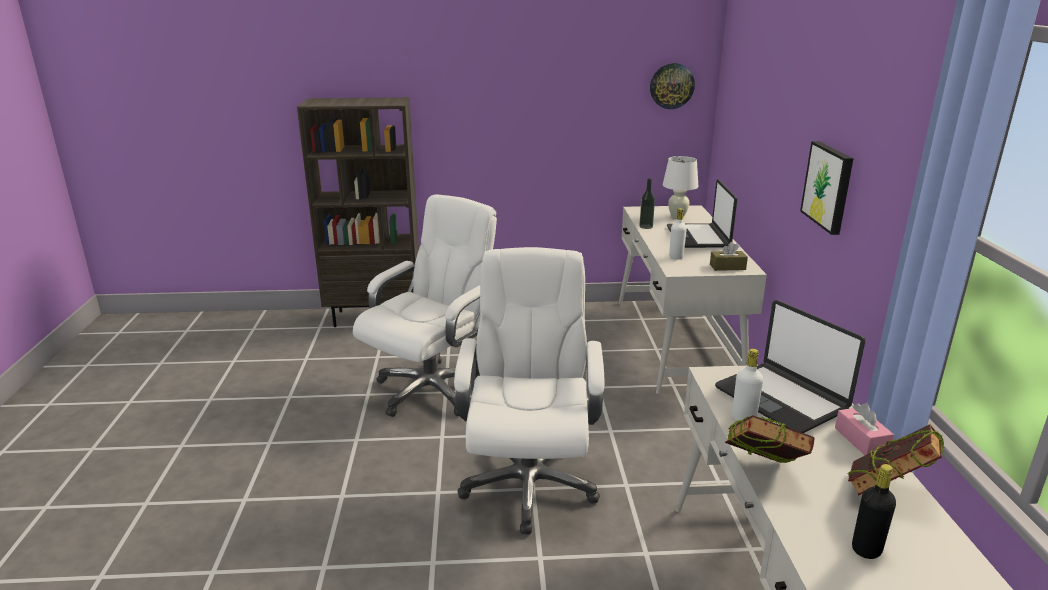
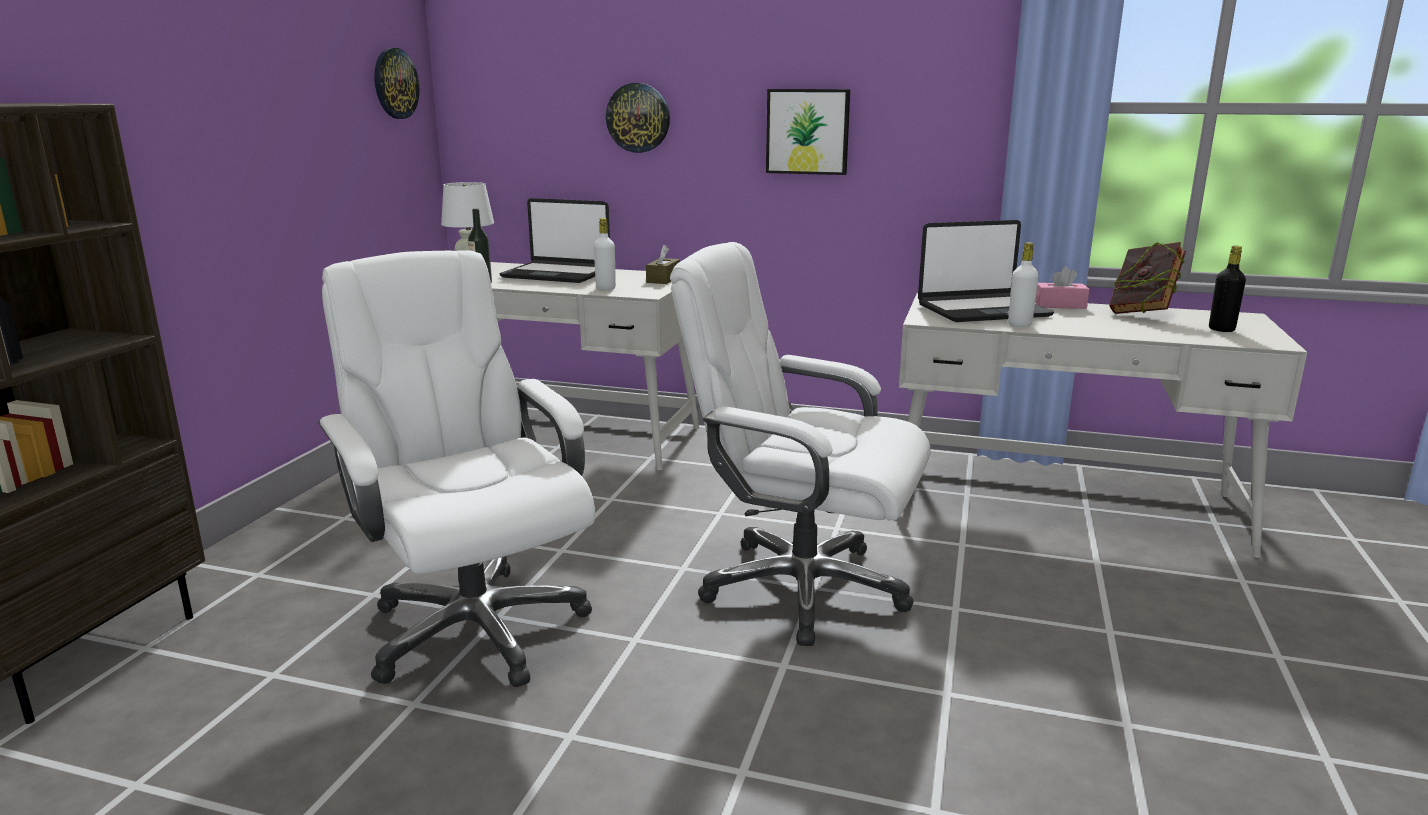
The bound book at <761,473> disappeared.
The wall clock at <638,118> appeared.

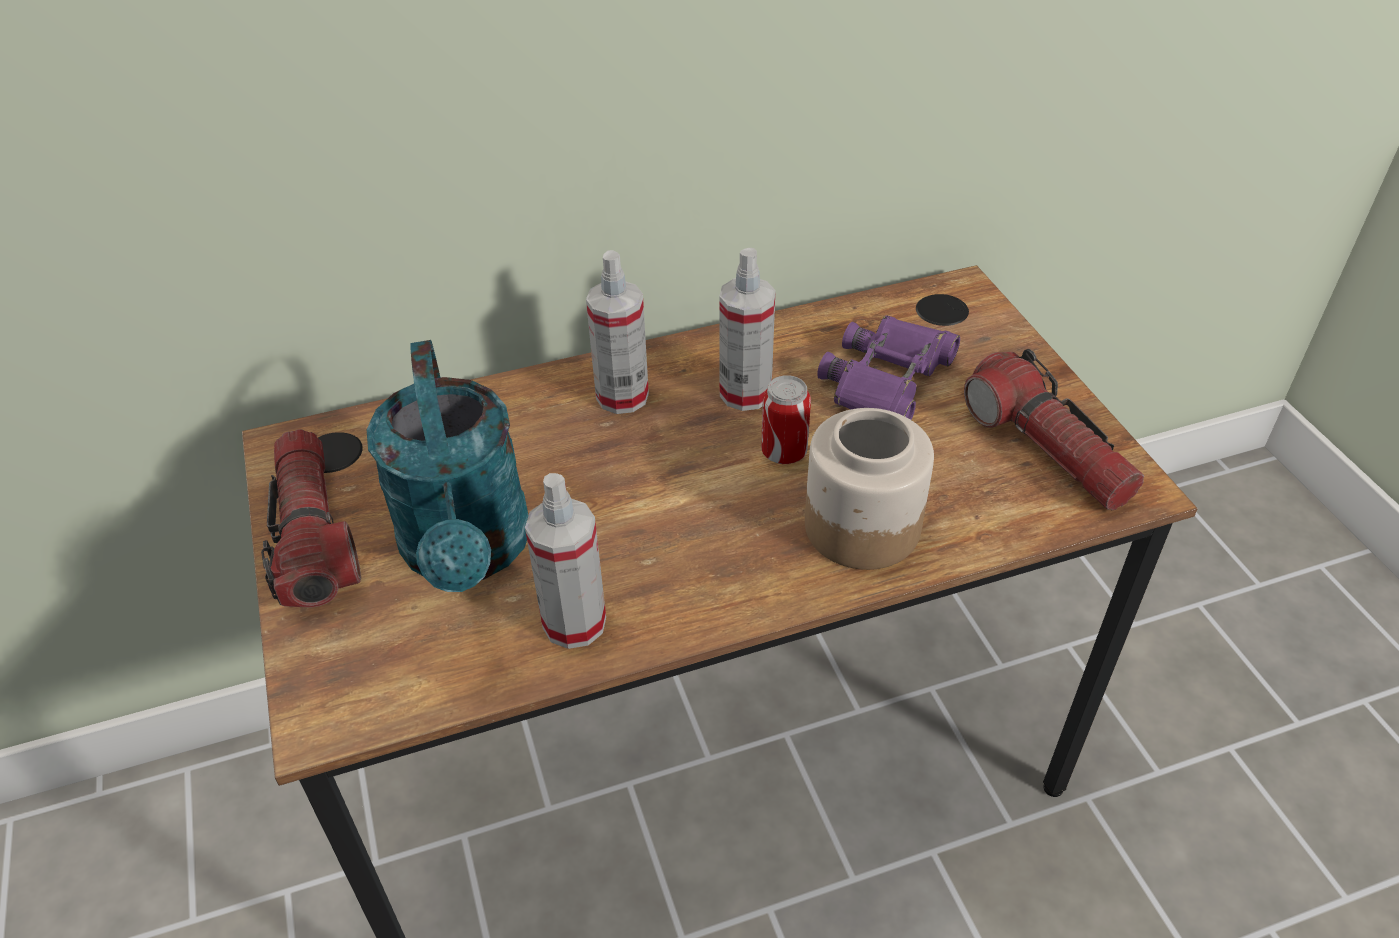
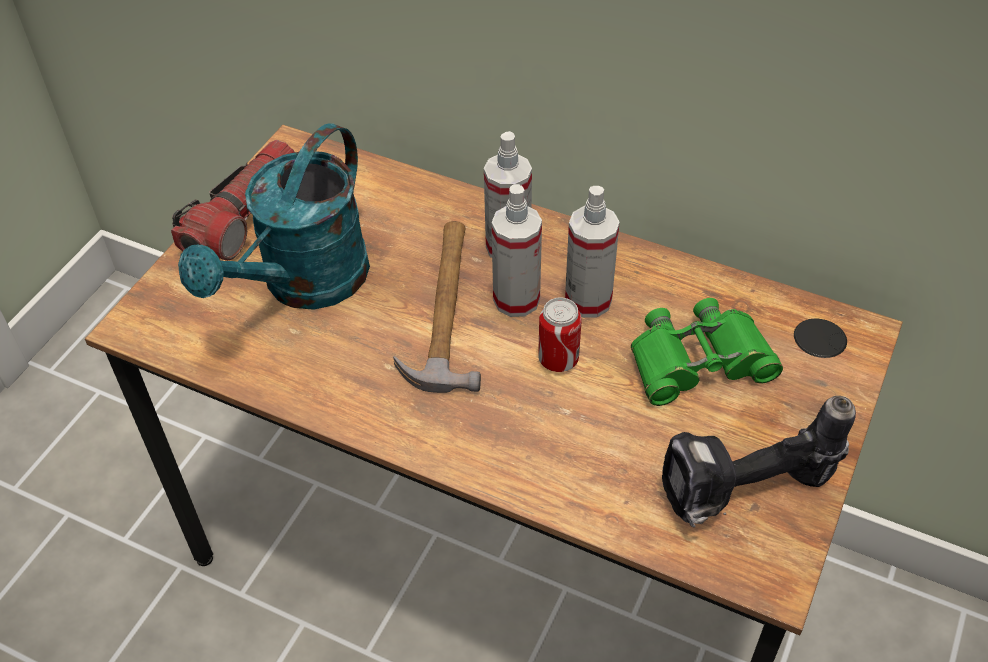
The spray bottle moved from <574,623> to <516,299>.
The jar at <860,526> disappeared.
The purple-coloured pair of binoculars at <887,381> became the green pair of binoculars at <698,361>.
The flashlight at <1047,449> was replaced by the power drill at <746,497>.
The hammer at <445,307> appeared.

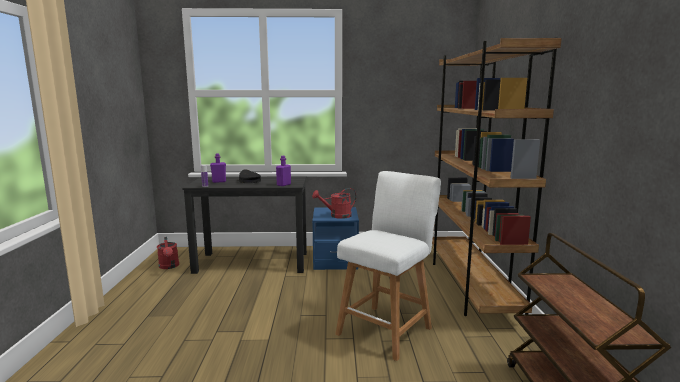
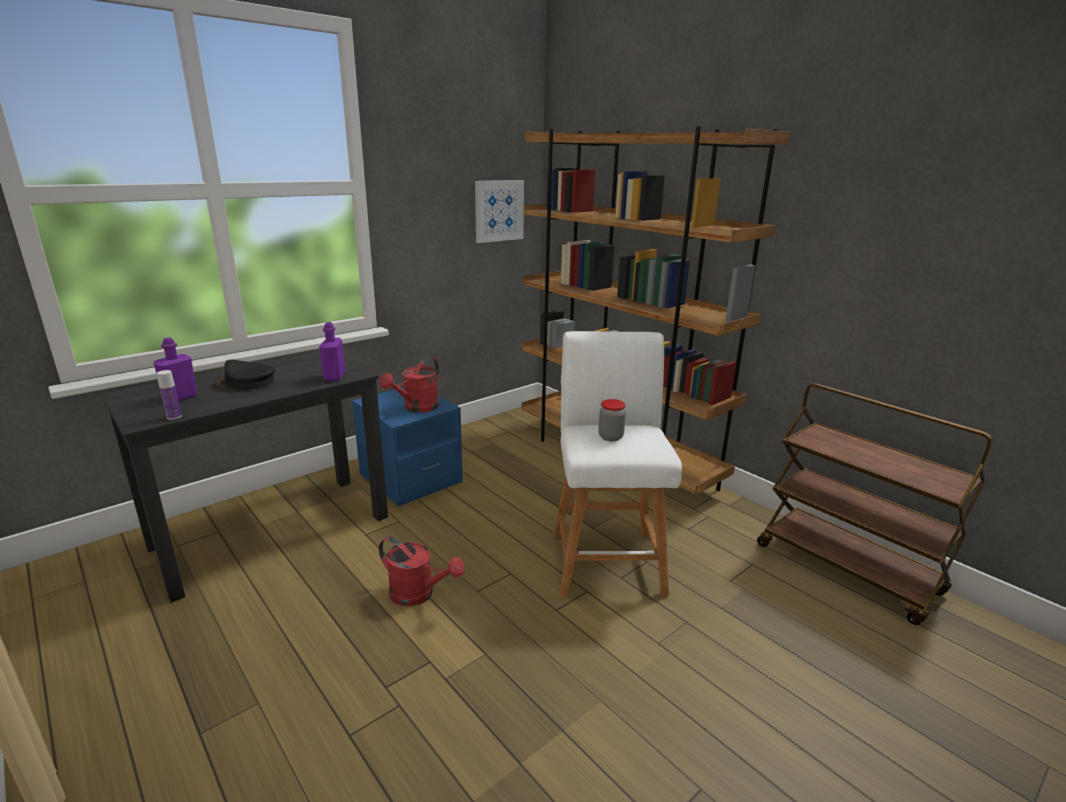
The red-coloured watering can moved from <169,266> to <419,594>.
The wall art at <498,211> appeared.
The jar at <610,437> appeared.

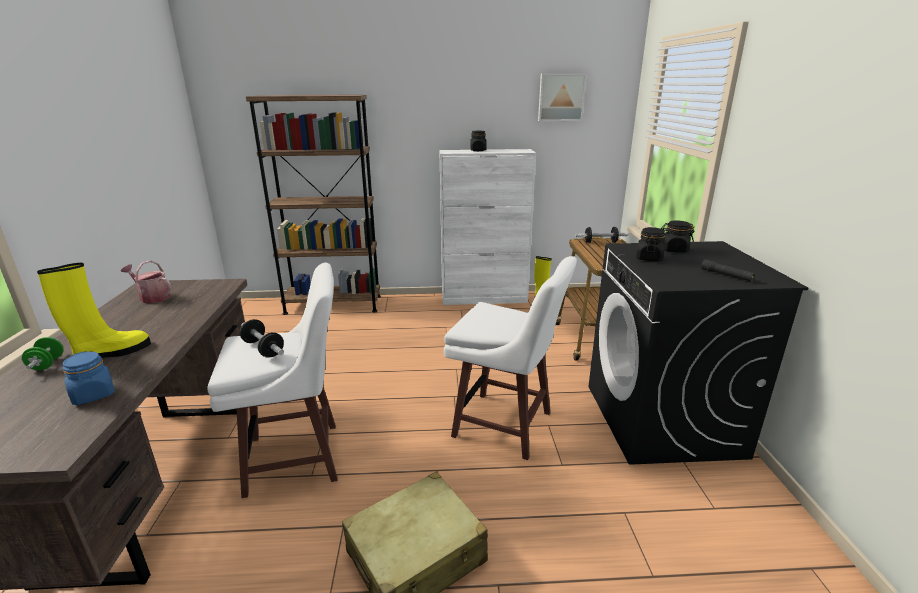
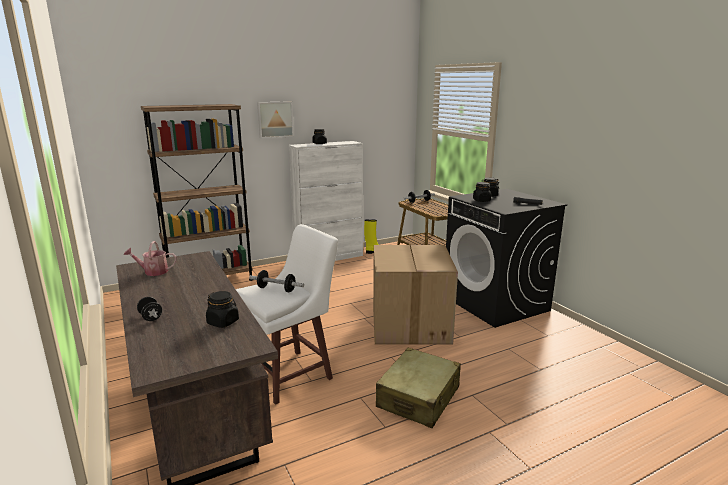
The green hand weight at <47,364> became the blackish hand weight at <150,317>.
The yellowish high-top boot at <112,354> disappeared.
The blue-coloured jar at <93,394> became the blackish jar at <223,322>.
The white-coloured sitting stool at <505,426> was replaced by the cardboard box at <411,326>.
The wall art moved from <561,97> to <275,119>.

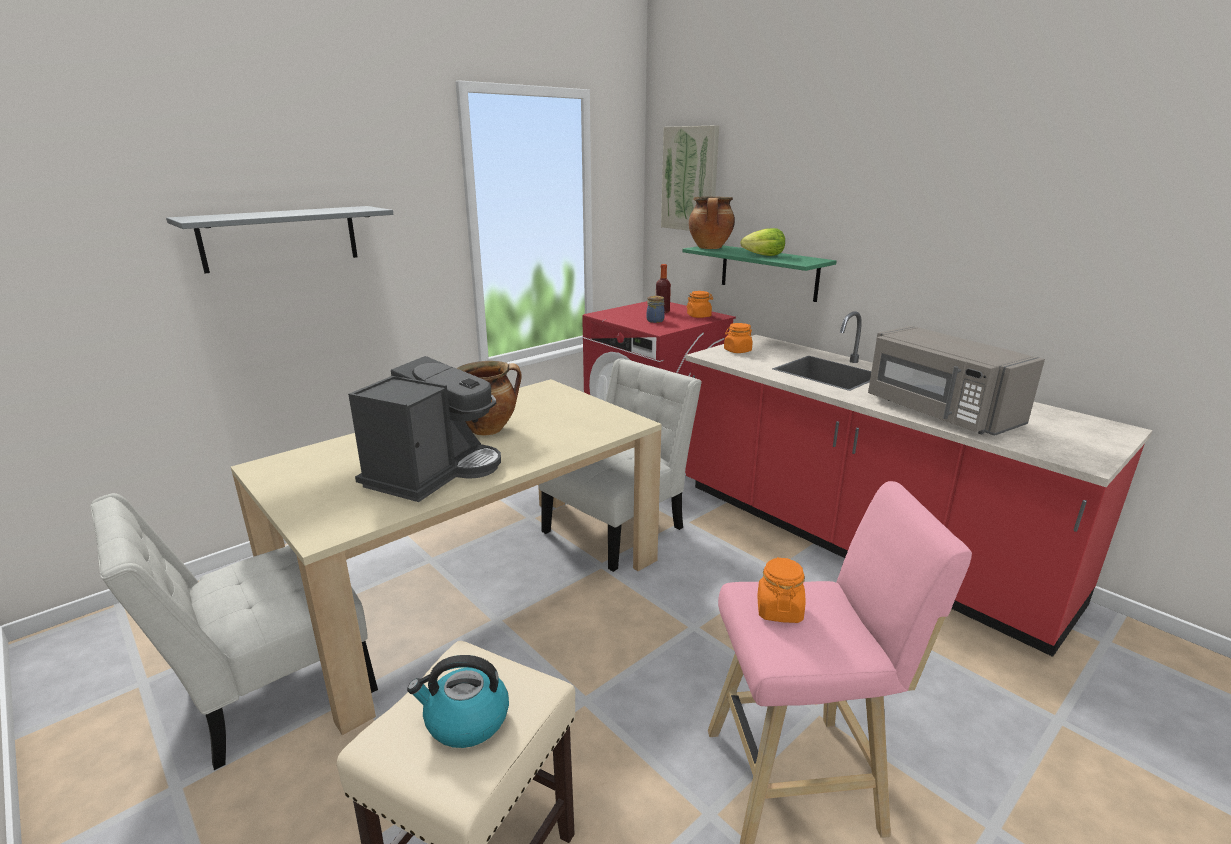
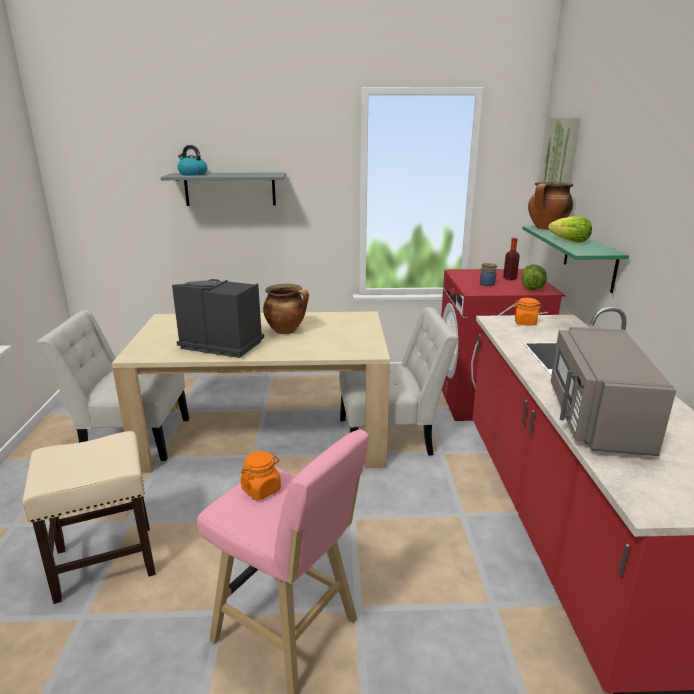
The coffee machine at <433,472> turned 135 degrees counterclockwise.
The tea kettle moved from <465,721> to <192,174>.
The orangey jar at <699,316> was replaced by the lettuce at <532,288>.

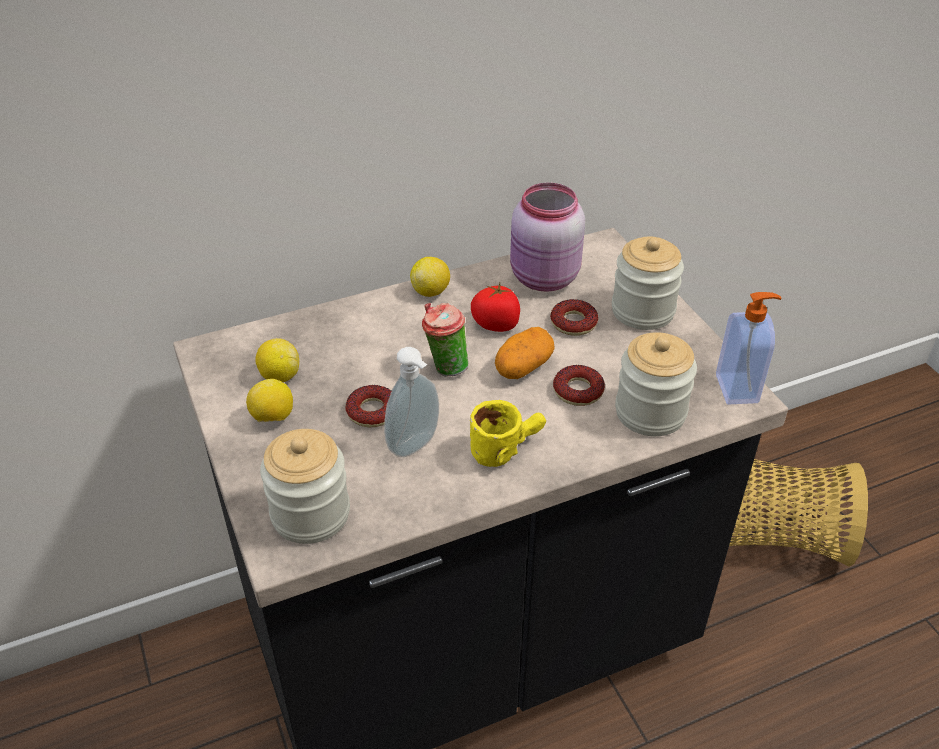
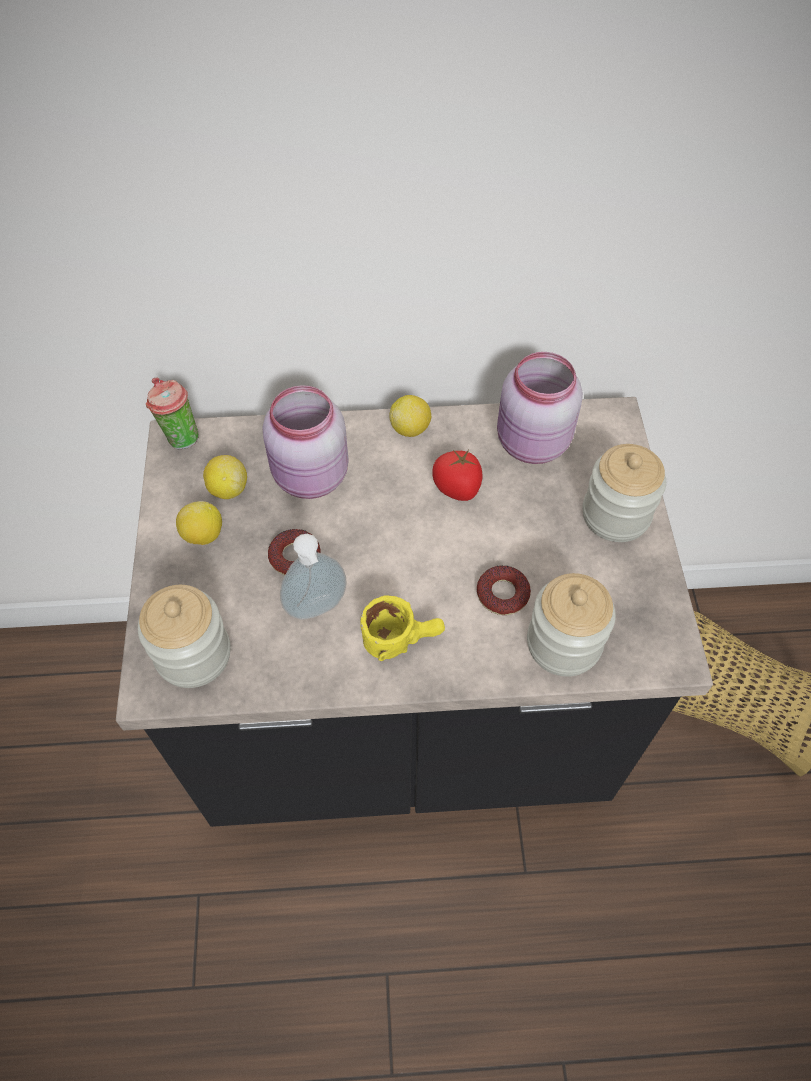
The cup moved from <445,367> to <179,437>.
The potato at <523,367> disappeared.
The donut at <573,323> disappeared.
The soap dispenser at <738,388> disappeared.
The pinkish jar at <310,478> appeared.

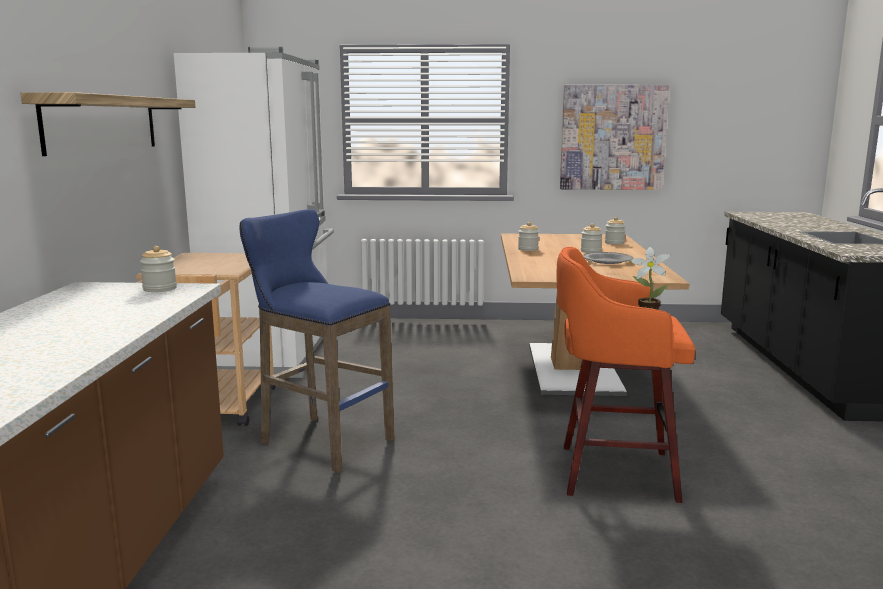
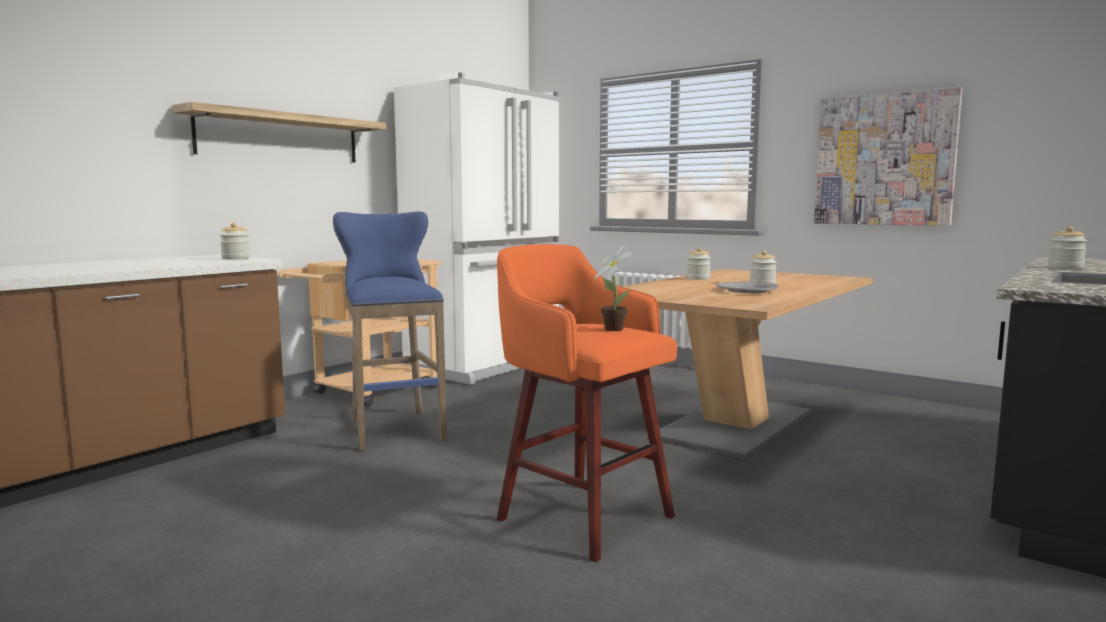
The jar moved from <614,243> to <1065,267>.

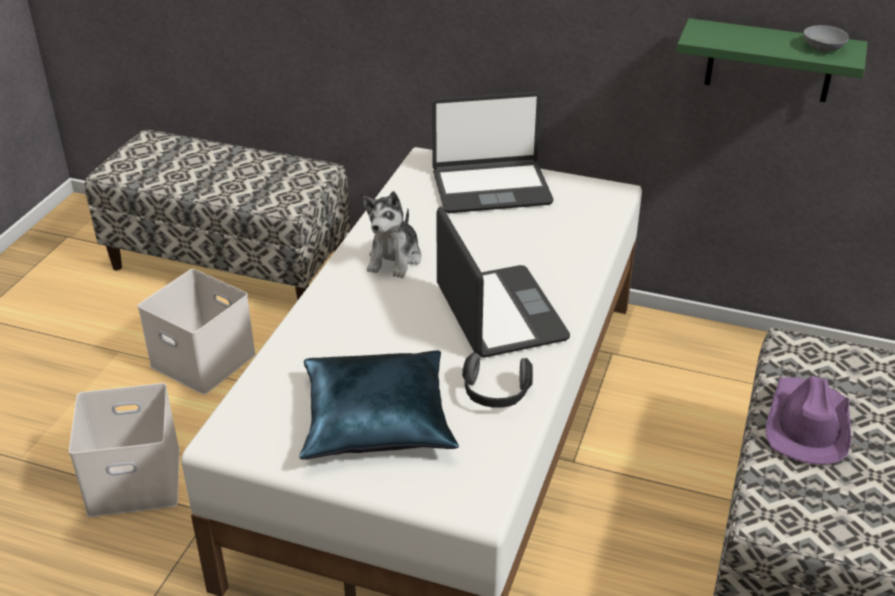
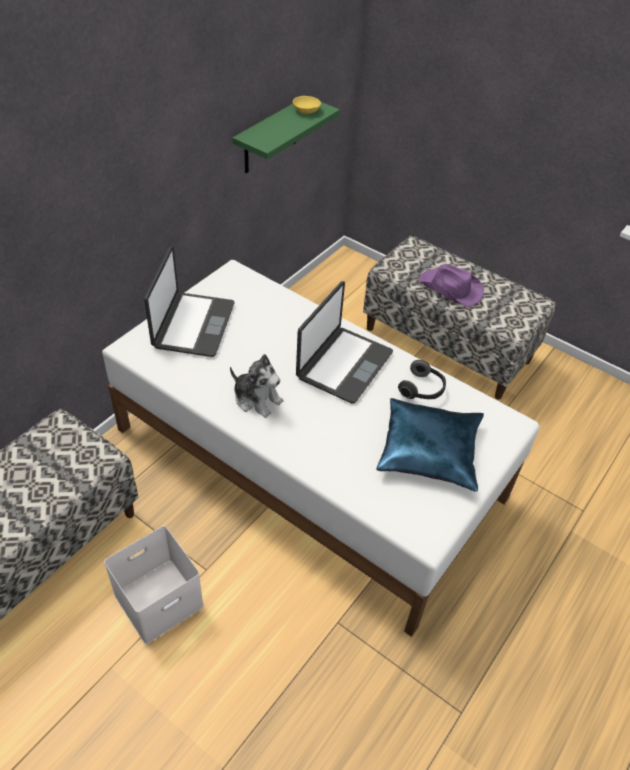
The white-coloured storage box at <136,478> disappeared.
The laptop at <499,313> turned 120 degrees clockwise.
The grey bowl at <824,47> became the yellowish bowl at <307,110>.

